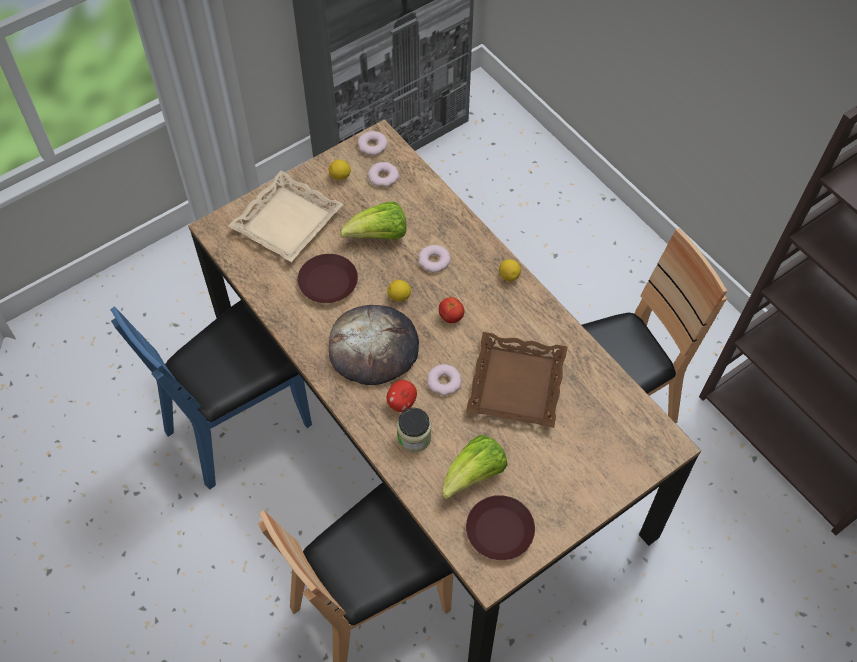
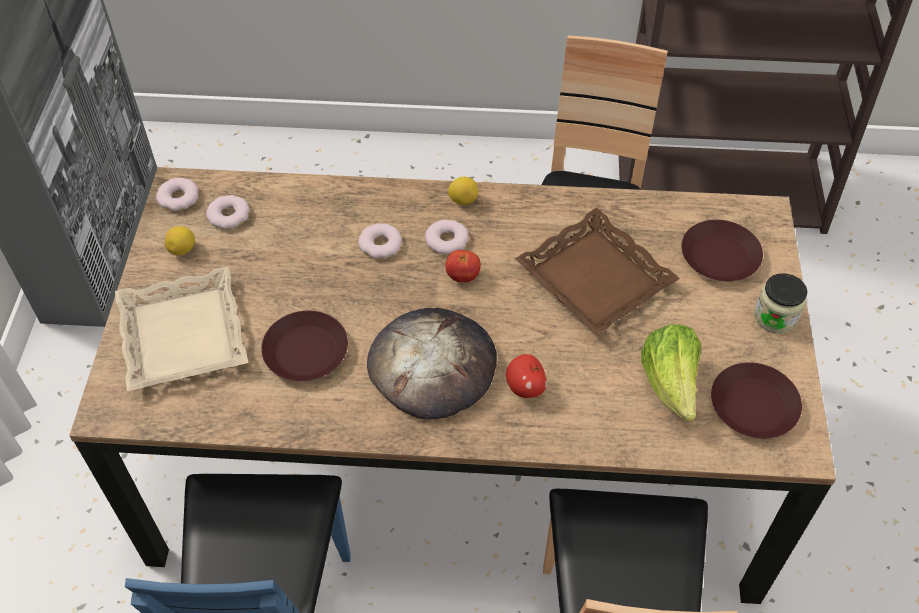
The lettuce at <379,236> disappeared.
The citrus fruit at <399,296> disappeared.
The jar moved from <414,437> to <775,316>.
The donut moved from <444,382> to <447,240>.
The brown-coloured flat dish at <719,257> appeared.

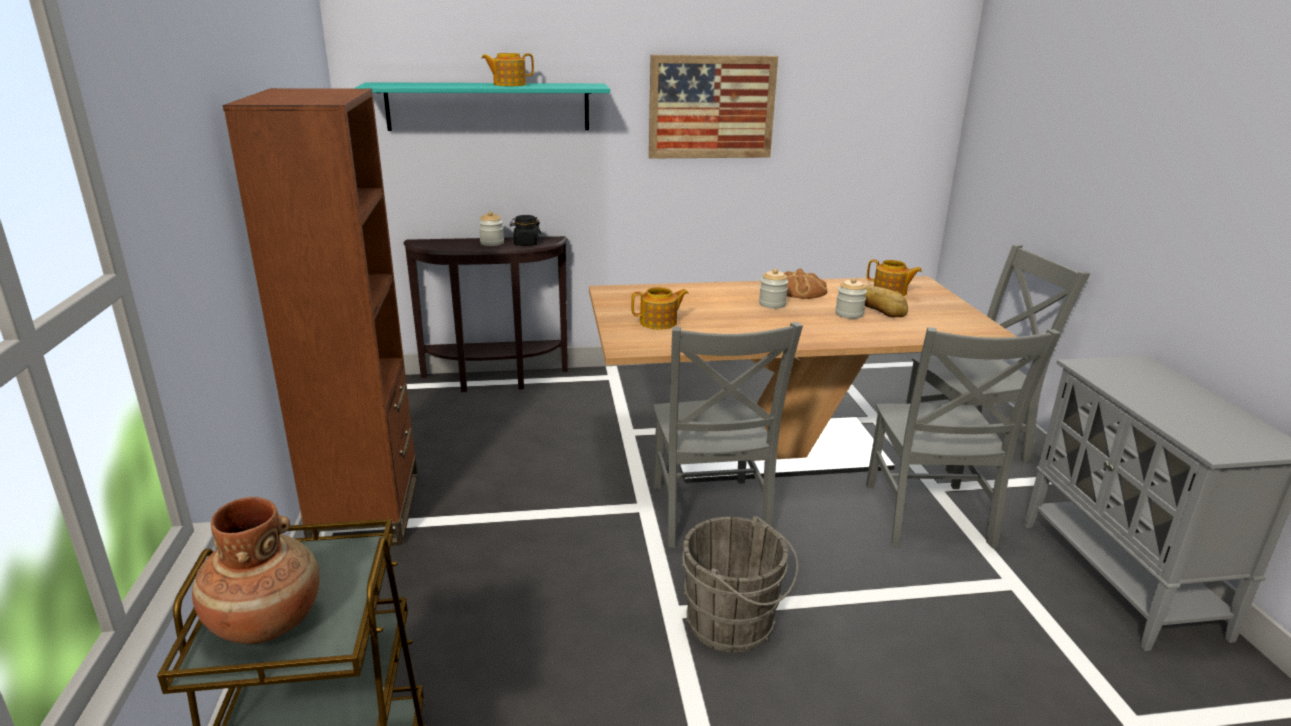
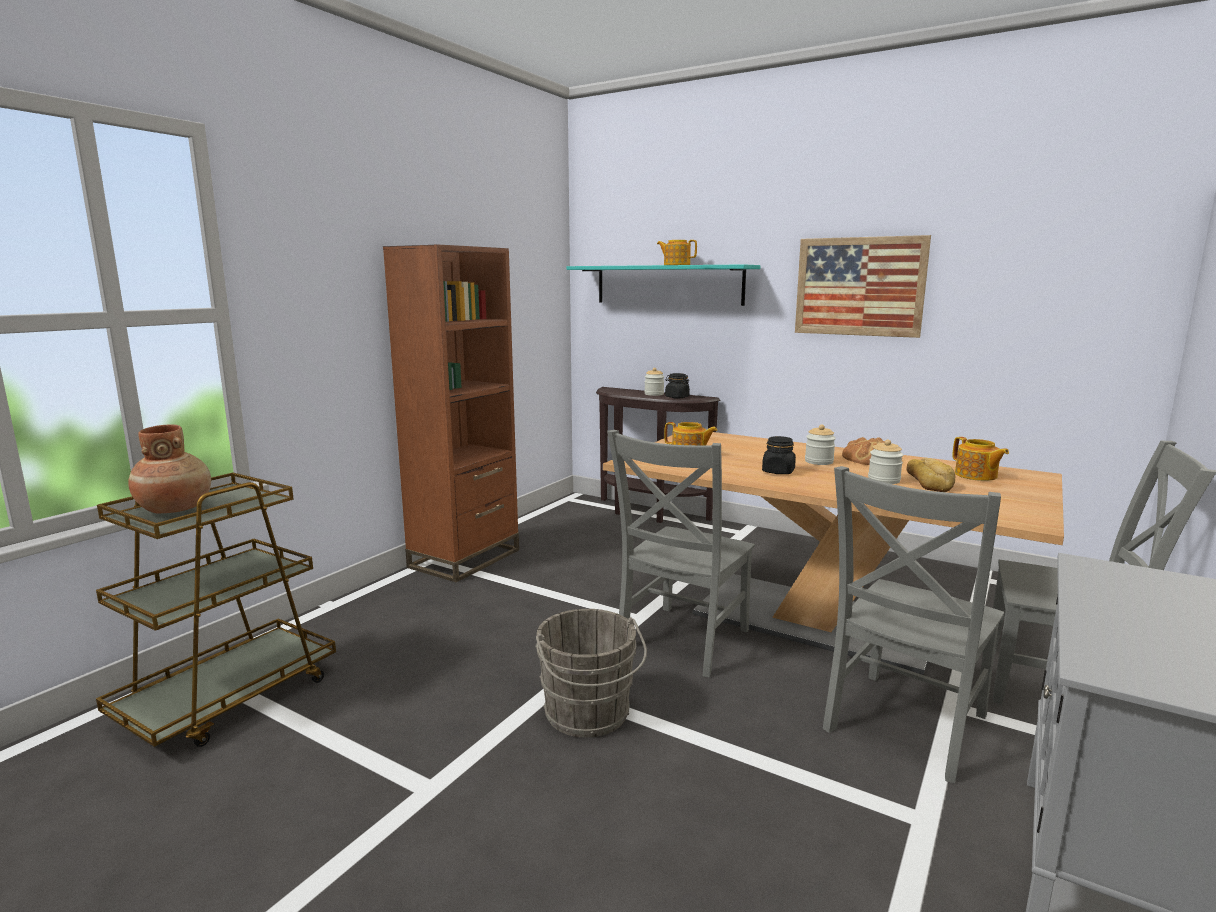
The blackish jar at <778,472> appeared.

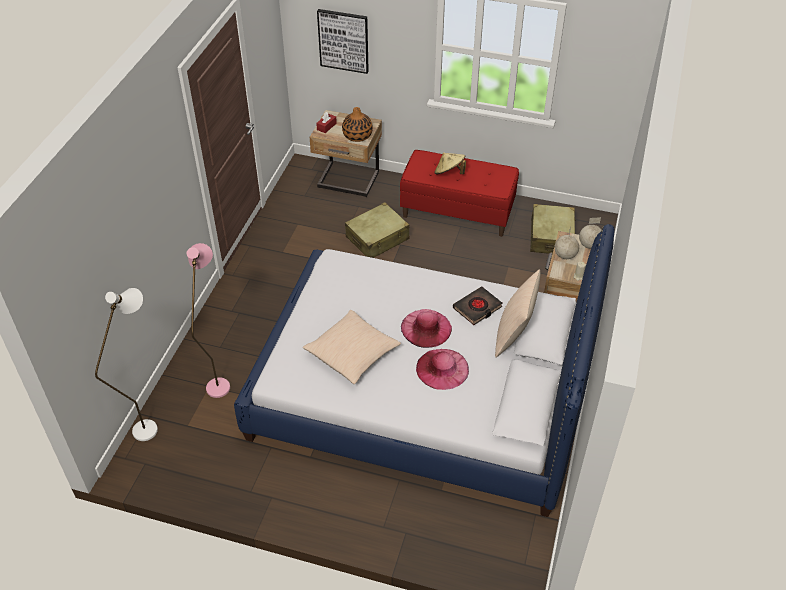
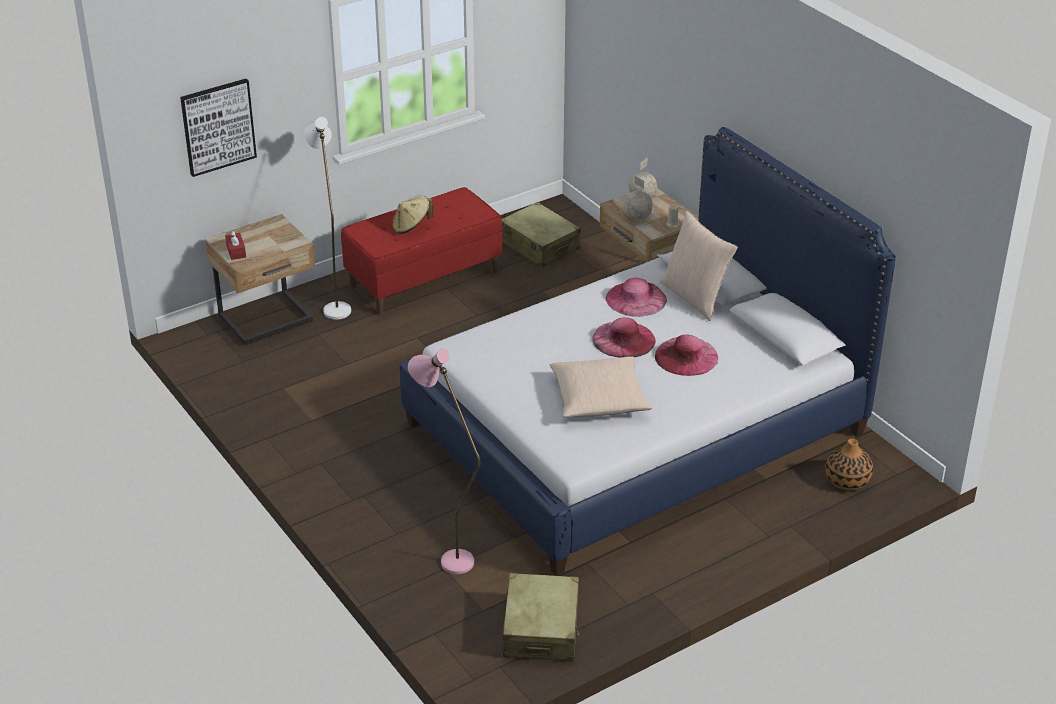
The white-coloured standard lamp moved from <151,424> to <334,306>.
The decorative vase moved from <357,136> to <847,480>.
The sand-coloured suitcase moved from <377,238> to <541,629>.
The blackish bound book at <477,308> was replaced by the pinkish clothing hat at <636,299>.

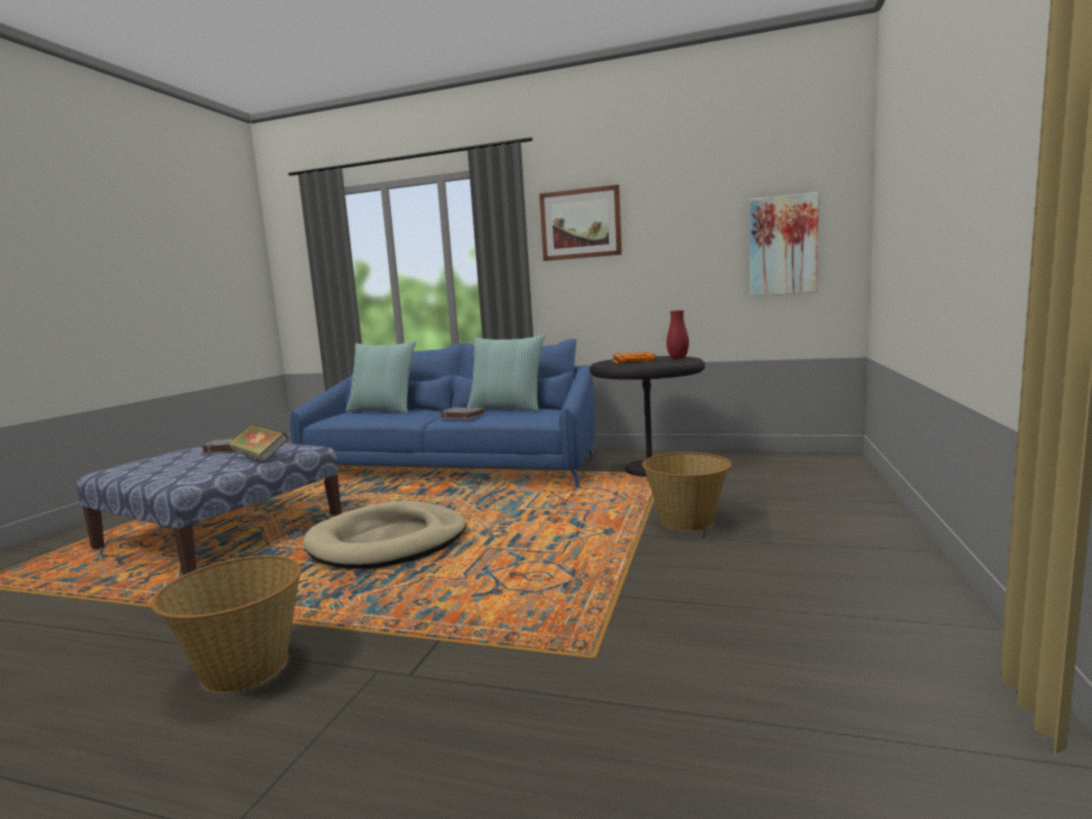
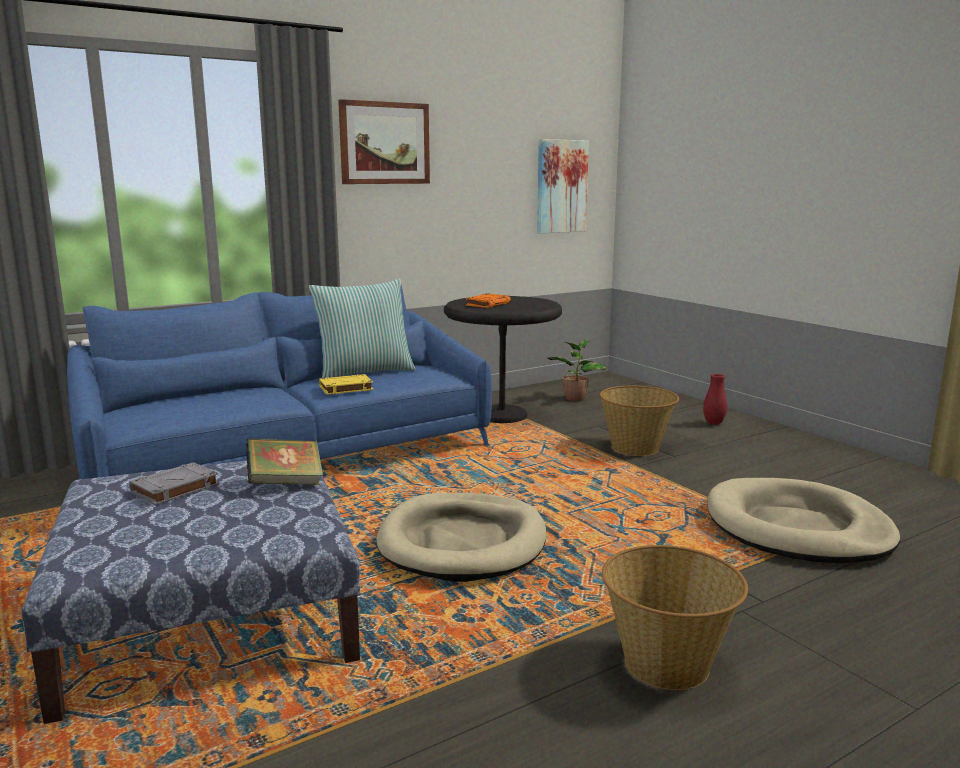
The throw pillow at <383,410> disappeared.
The grey bound book at <461,416> became the yellowish bound book at <345,388>.
The red-coloured decorative vase moved from <678,359> to <713,423>.
The potted plant at <575,398> appeared.
The sand-coloured dog cushion at <797,528> appeared.

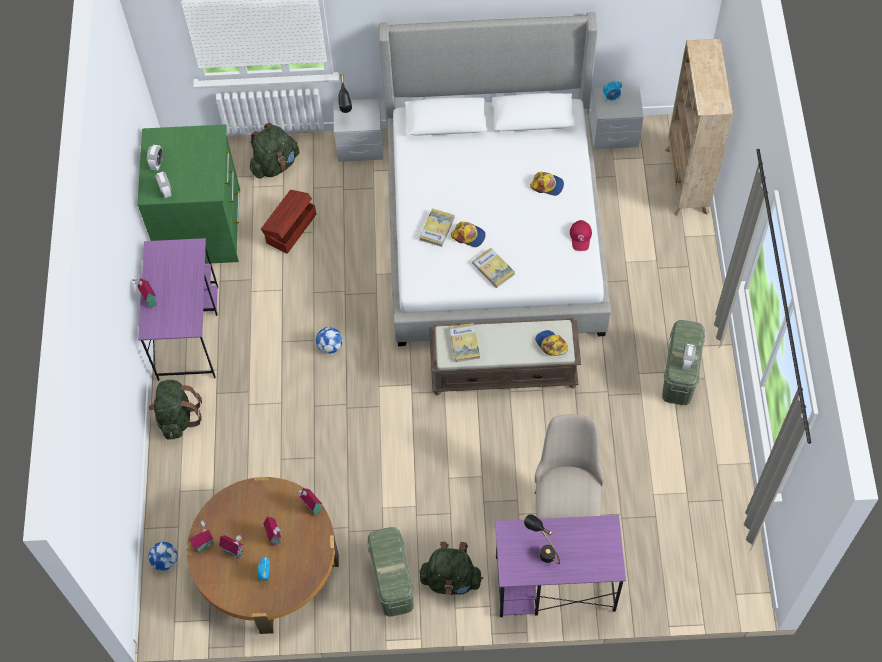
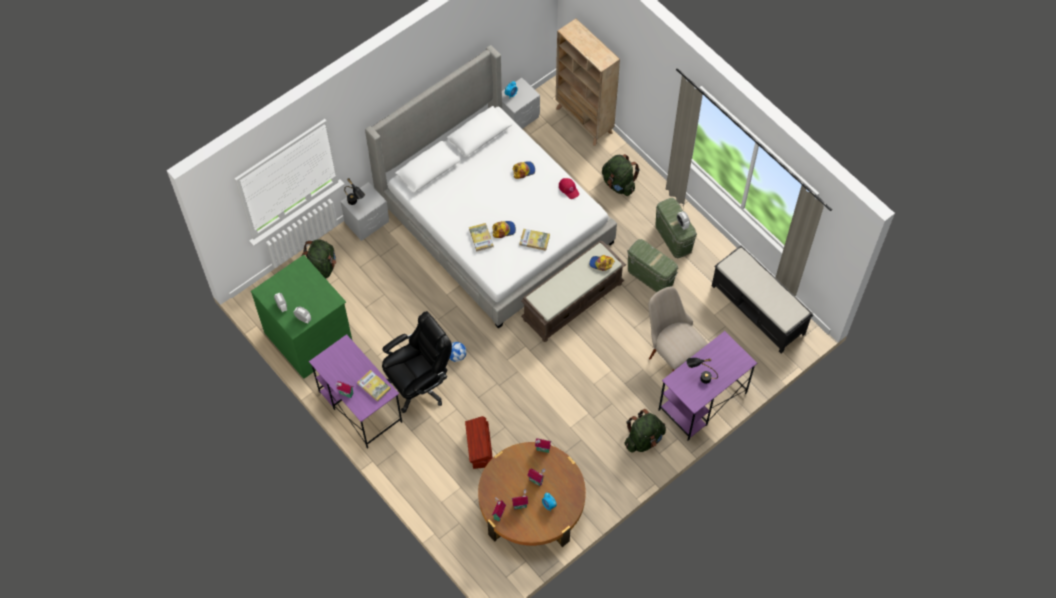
The ball for football at <165,560> disappeared.
The green rucksack moved from <177,417> to <619,184>.
The brown-coloured storage box moved from <290,229> to <480,448>.
The green storage box moved from <393,582> to <650,276>.
The bound book moved from <464,343> to <374,386>.
The blackish office chair at <419,384> appeared.
The blackish bench at <758,310> appeared.

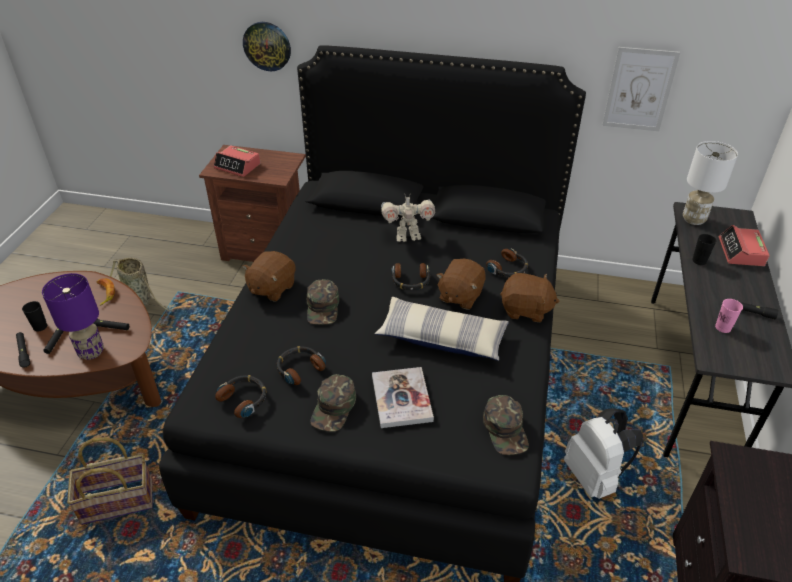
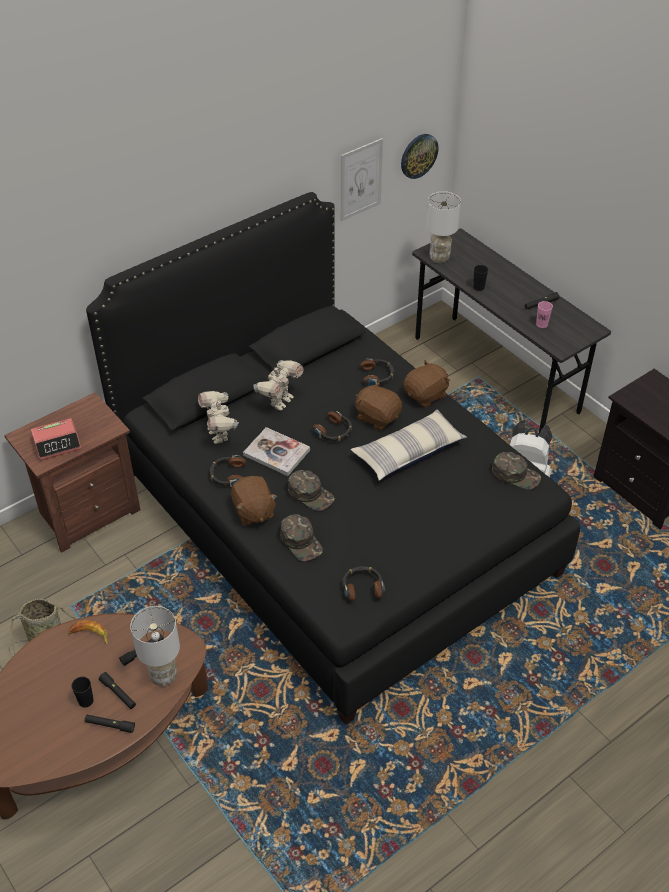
The purple-coloured lamp for a table at <91,352> became the white-coloured lamp for a table at <164,676>.
The basket at <118,500> disappeared.
The wall clock moved from <267,46> to <418,155>.
The pair of headphones moved from <299,368> to <228,475>.
The green cap moved from <334,408> to <301,541>.
The bound book moved from <401,398> to <276,453>.
The brown-coloured soft toy at <460,296> turned 150 degrees clockwise.
The table clock at <741,252> disappeared.
The toy robot at <220,434> appeared.

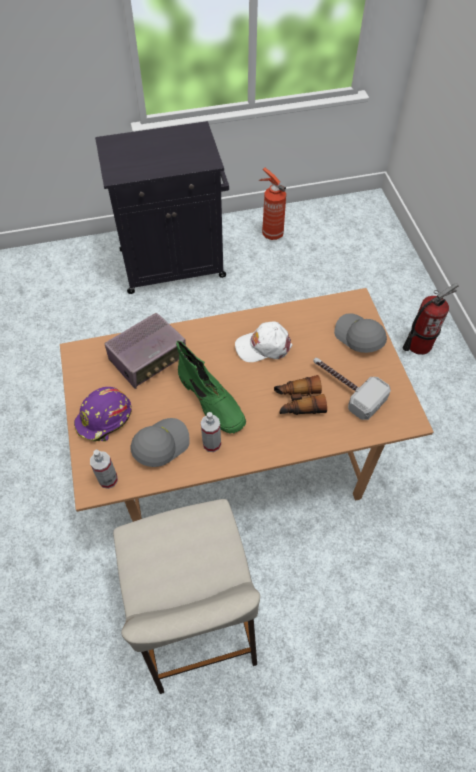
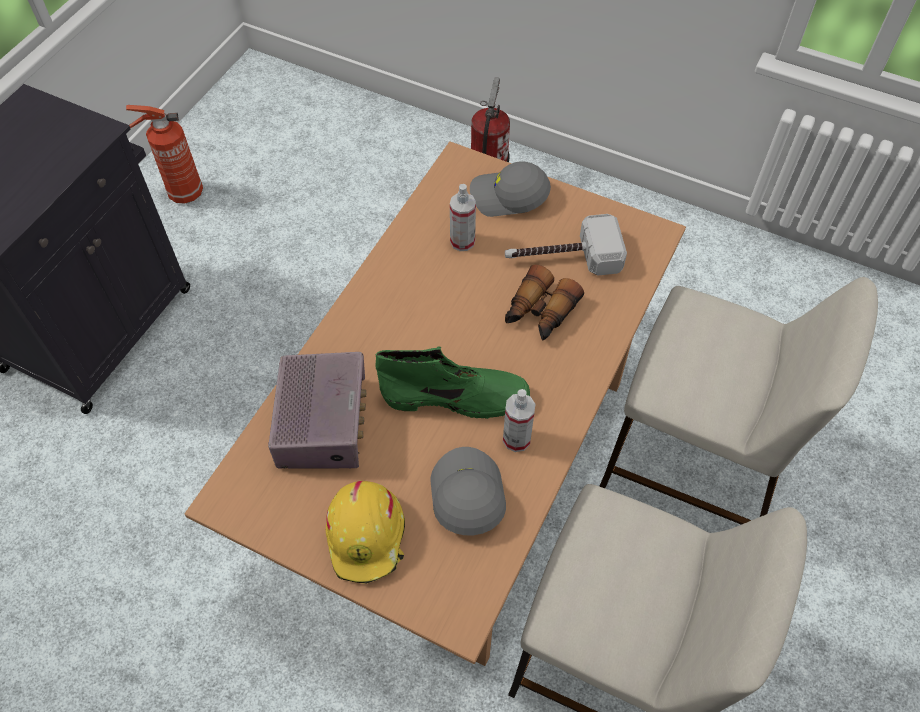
The purple-coloured hard hat at <104,419> became the yellowish hard hat at <367,536>.
The spray bottle moved from <108,479> to <462,241>.
The white-coloured cap at <263,346> disappeared.
The sand-coloured sitting stool at <691,469> appeared.

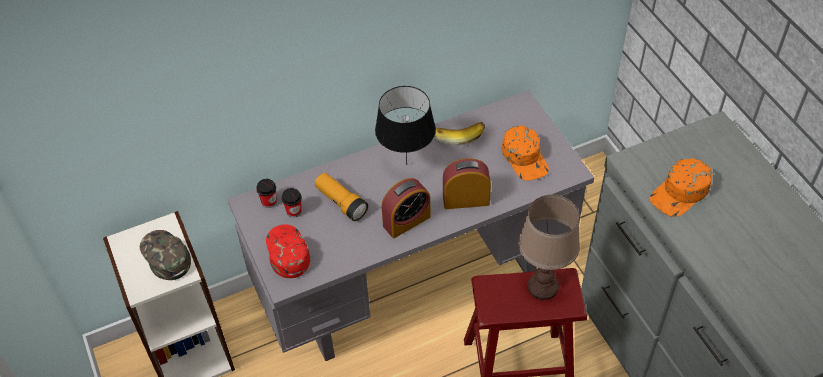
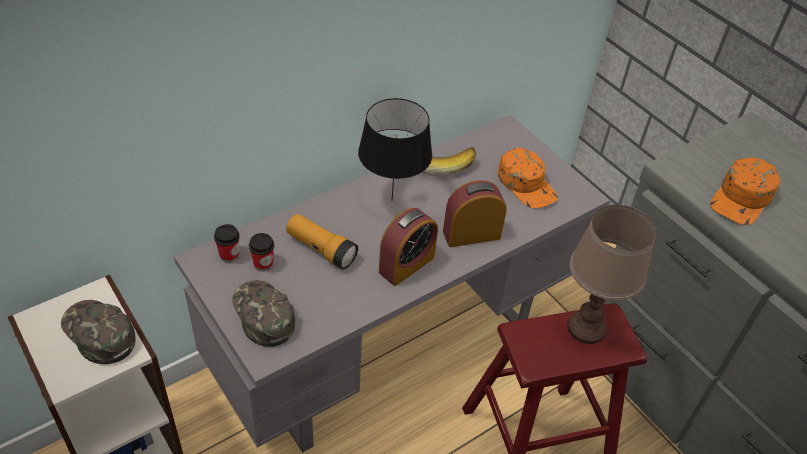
The red-coloured cap at <287,252> became the green cap at <262,315>.

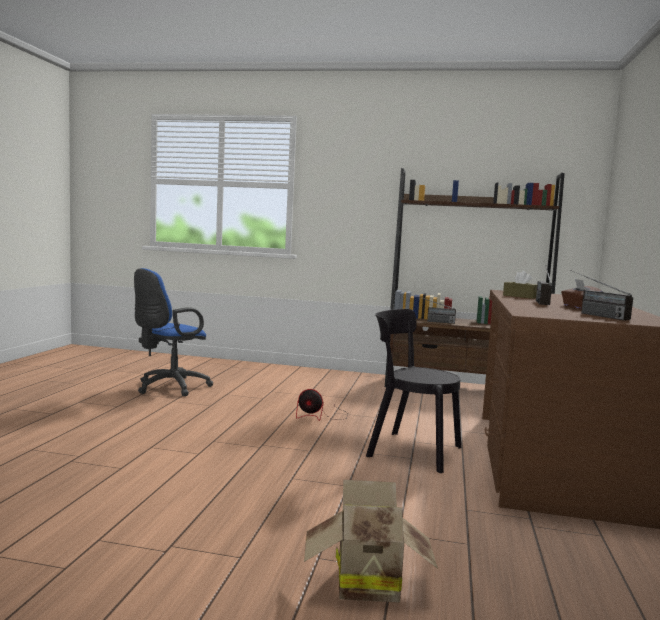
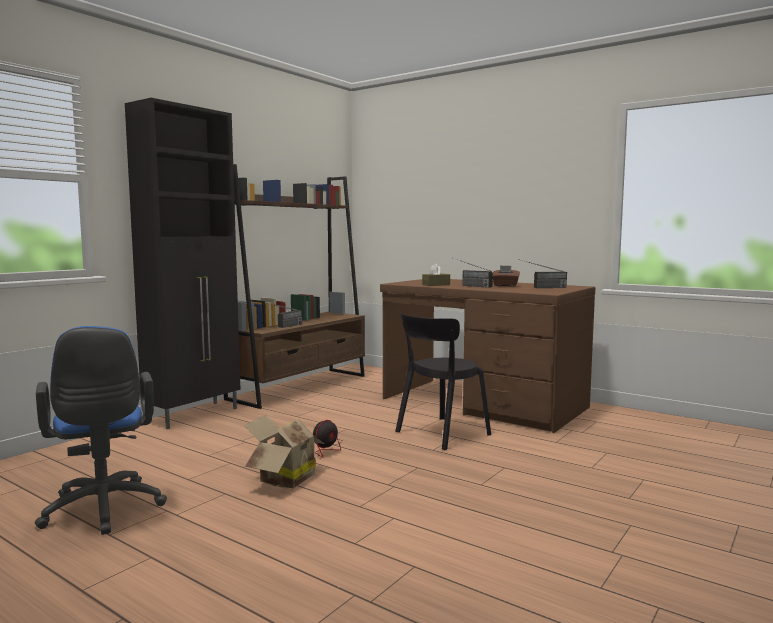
The cardboard box moved from <365,581> to <283,479>.
The blackish cupboard at <194,415> appeared.

